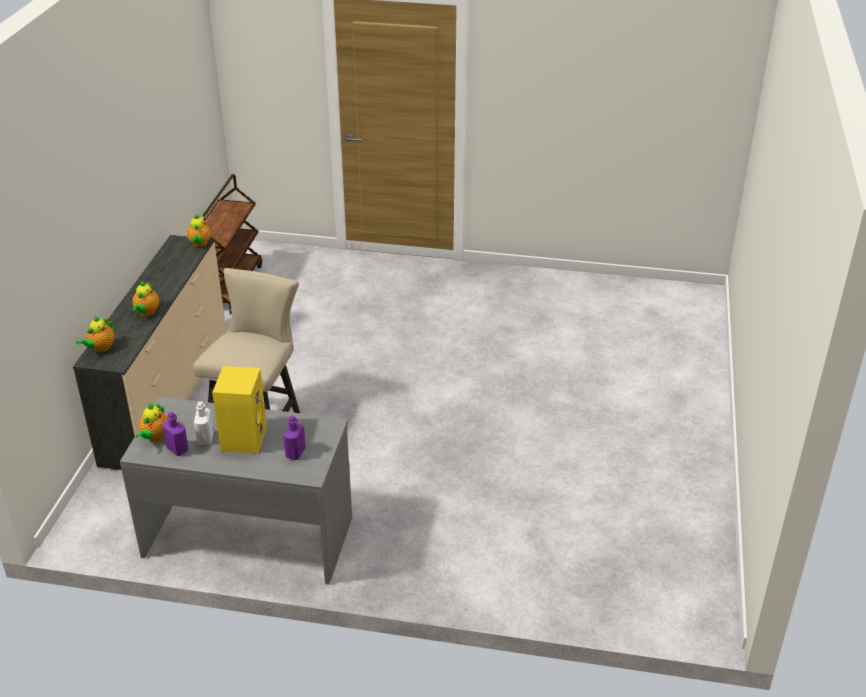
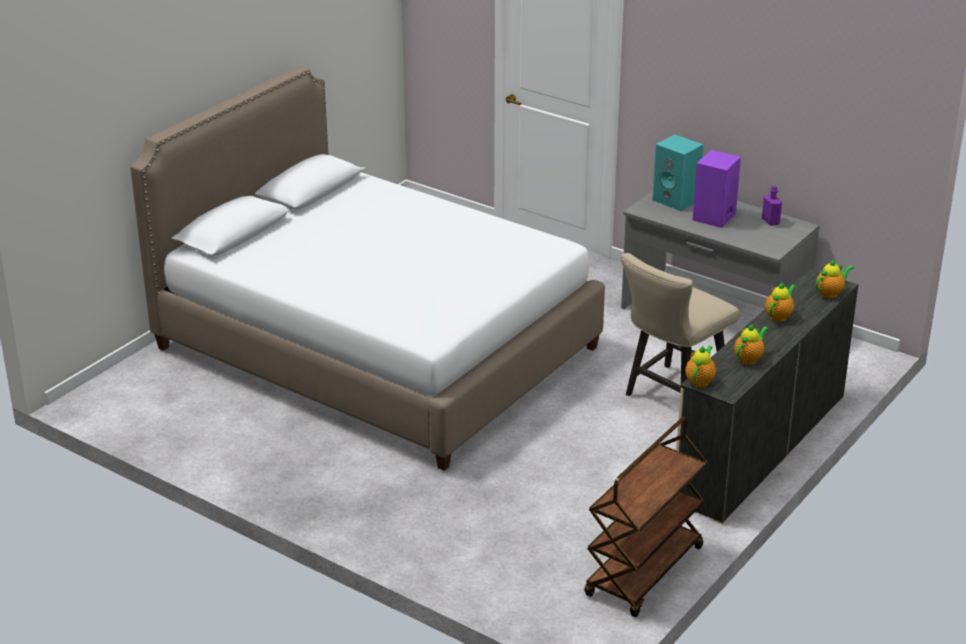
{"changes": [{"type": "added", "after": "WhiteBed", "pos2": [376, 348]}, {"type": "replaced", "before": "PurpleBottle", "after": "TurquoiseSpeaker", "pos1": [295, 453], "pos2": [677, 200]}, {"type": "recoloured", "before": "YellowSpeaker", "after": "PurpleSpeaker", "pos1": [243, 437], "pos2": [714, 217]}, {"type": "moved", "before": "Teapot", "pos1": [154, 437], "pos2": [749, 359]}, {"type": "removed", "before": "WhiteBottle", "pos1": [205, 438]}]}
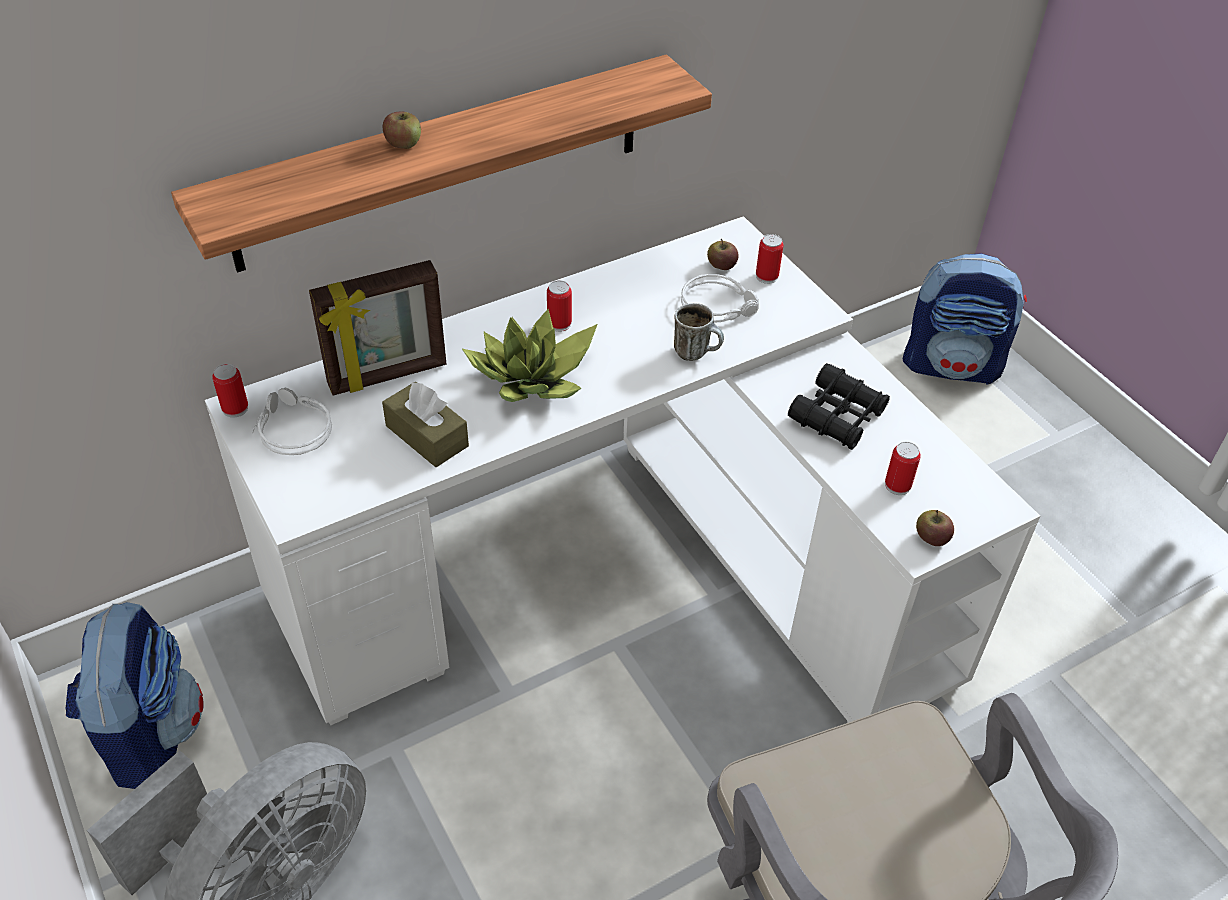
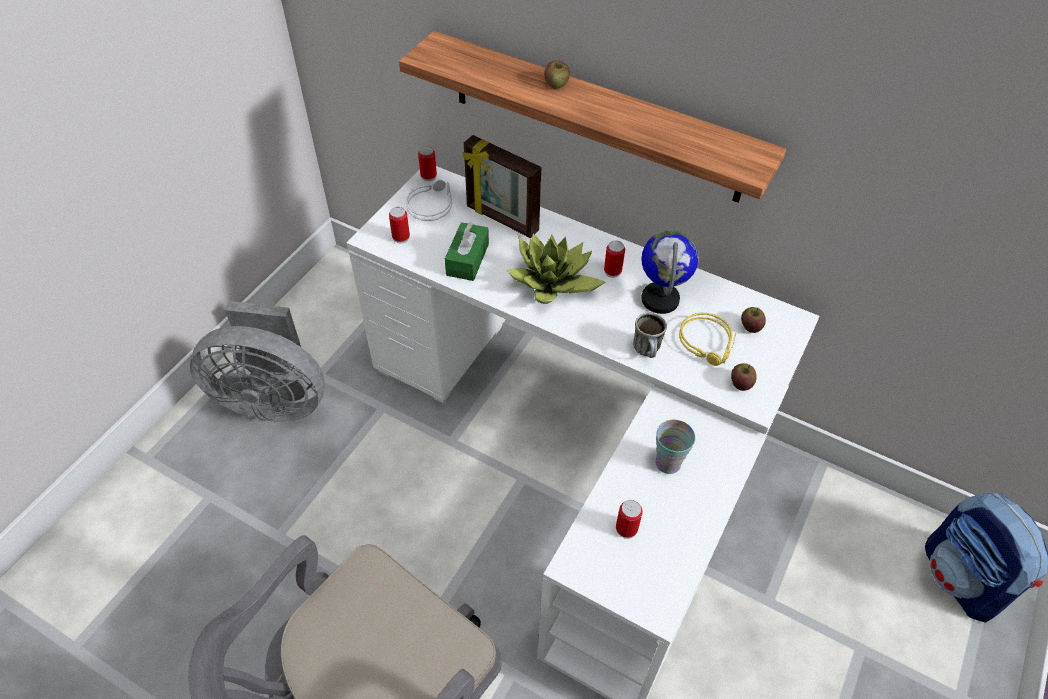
{"changes": [{"type": "moved", "before": "Can", "pos1": [766, 276], "pos2": [401, 237]}, {"type": "recoloured", "before": "BrownTissueBox", "after": "GreenTissueBox", "pos1": [427, 436], "pos2": [467, 259]}, {"type": "added", "after": "Globe", "pos2": [660, 299]}, {"type": "replaced", "before": "BlackBinoculars", "after": "Cup", "pos1": [837, 416], "pos2": [668, 463]}, {"type": "recoloured", "before": "WhiteHeadphones", "after": "YellowHeadphones", "pos1": [719, 304], "pos2": [708, 343]}, {"type": "moved", "before": "Apple", "pos1": [931, 538], "pos2": [741, 383]}, {"type": "removed", "before": "Backpack", "pos1": [149, 735]}]}
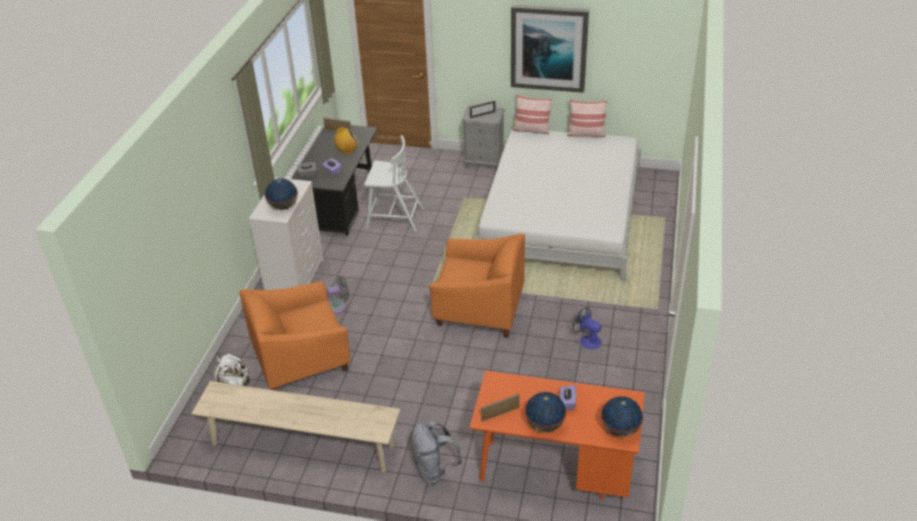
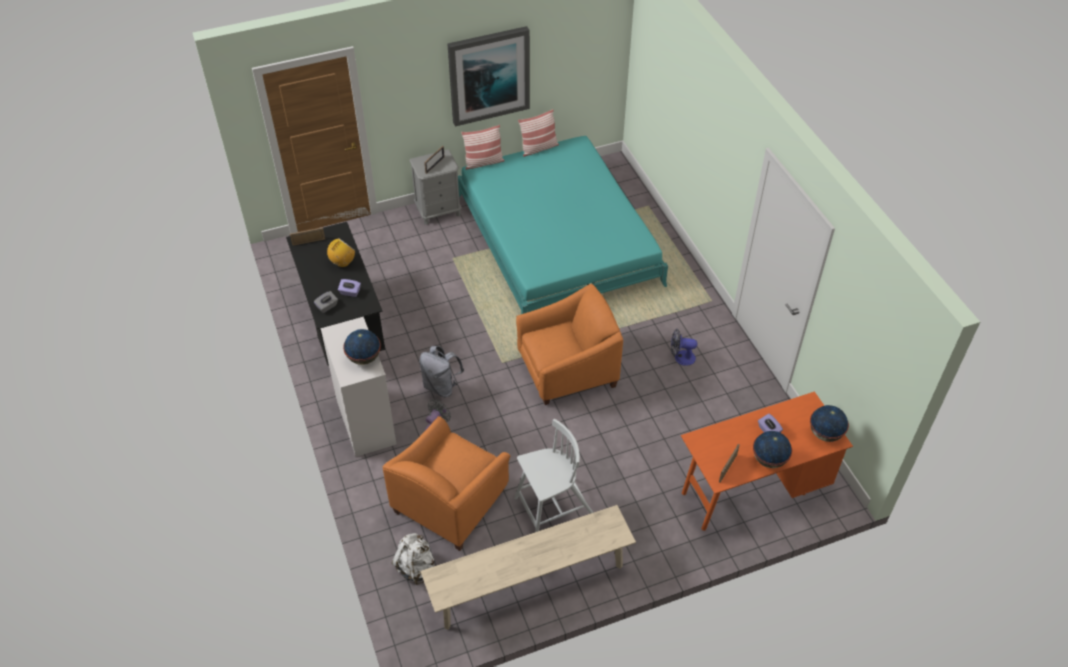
{"changes": [{"type": "moved", "before": "GreyBackpack", "pos1": [434, 470], "pos2": [441, 386]}, {"type": "recoloured", "before": "WhiteBed", "after": "TurquoiseBed", "pos1": [561, 214], "pos2": [557, 240]}, {"type": "moved", "before": "WhiteChair", "pos1": [394, 218], "pos2": [552, 507]}]}
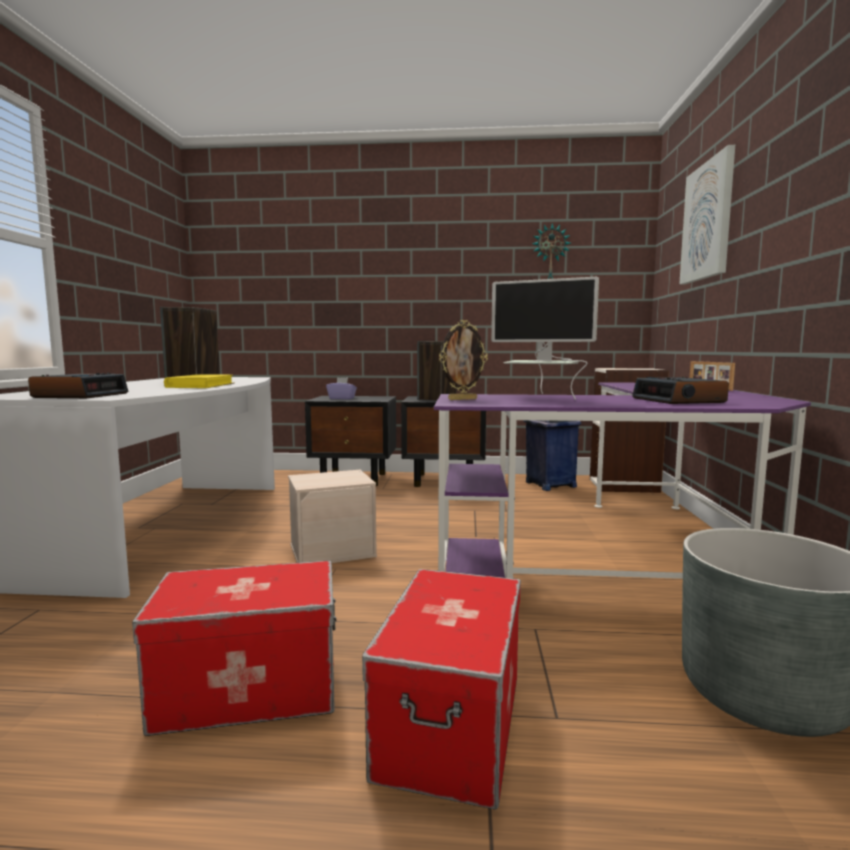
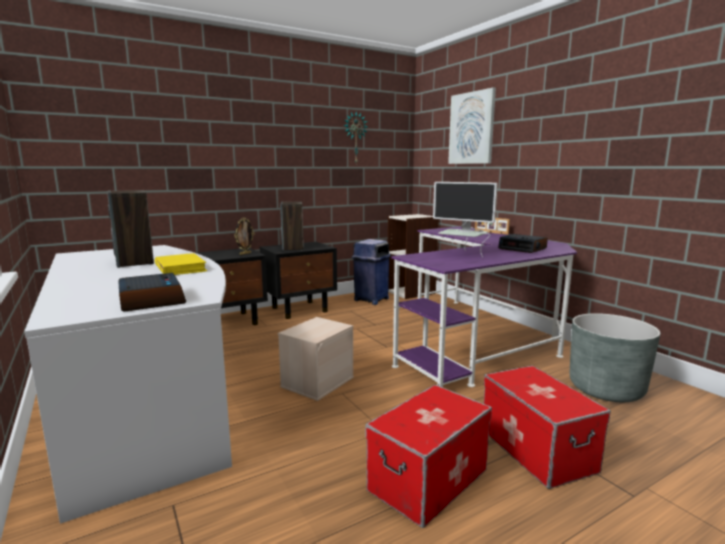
{"changes": [{"type": "moved", "before": "PictureFrame", "pos1": [462, 399], "pos2": [245, 253]}, {"type": "turned", "before": "Monitor", "pos1": [541, 398], "pos2": [462, 254], "turn": 45}, {"type": "removed", "before": "PurpleTissueBox", "pos1": [342, 398]}]}
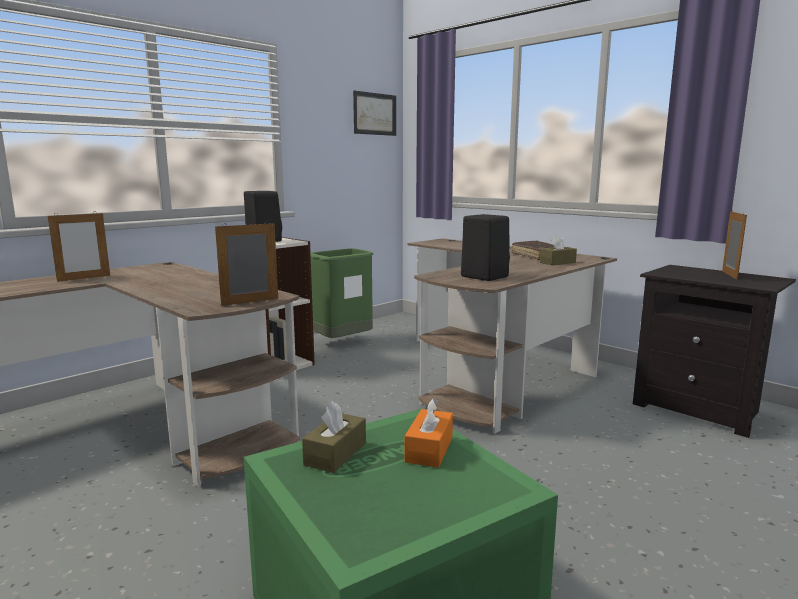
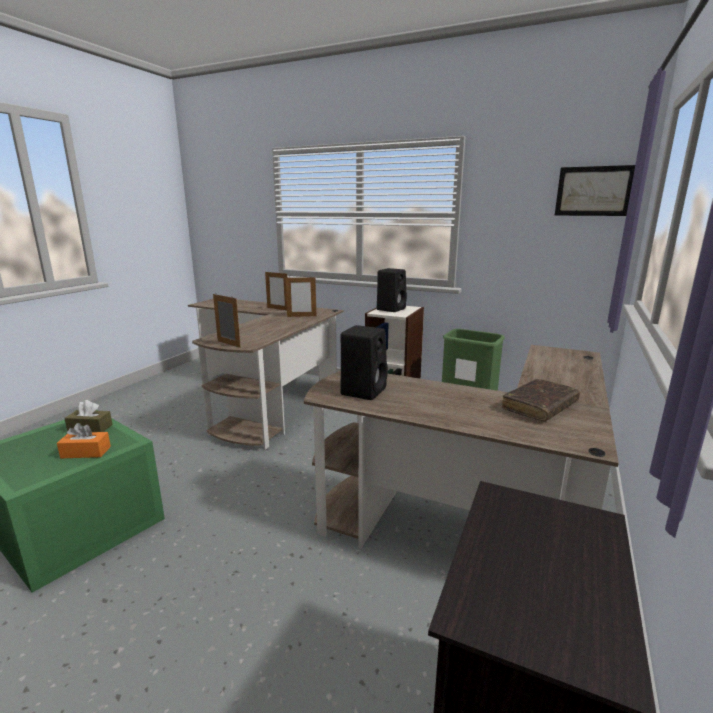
{"changes": [{"type": "moved", "before": "PictureFrame", "pos1": [729, 275], "pos2": [301, 316]}, {"type": "removed", "before": "BrownTissueBox", "pos1": [557, 262]}]}
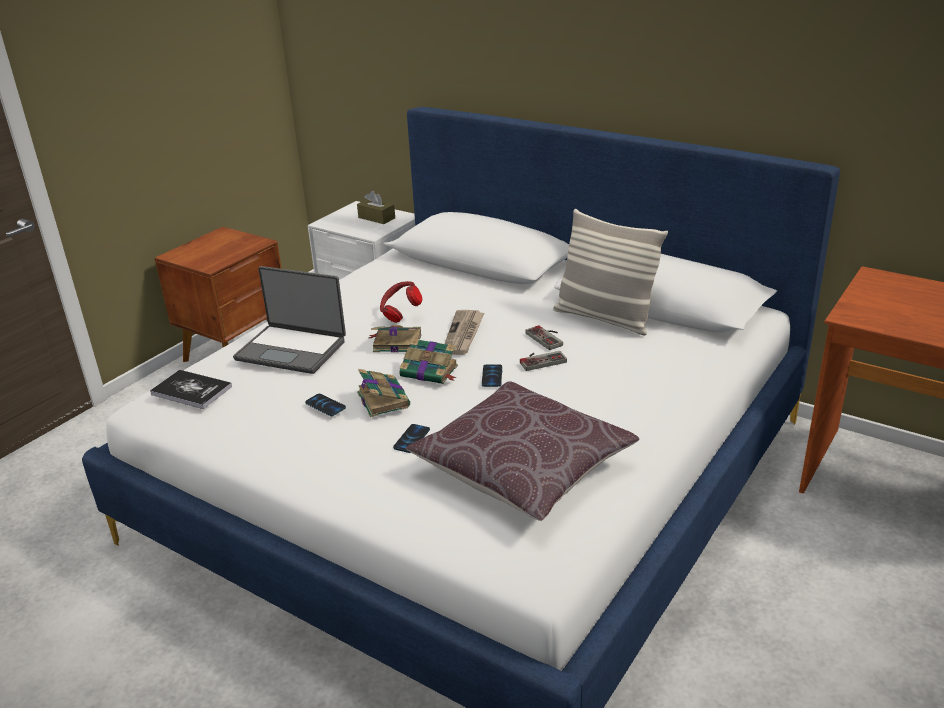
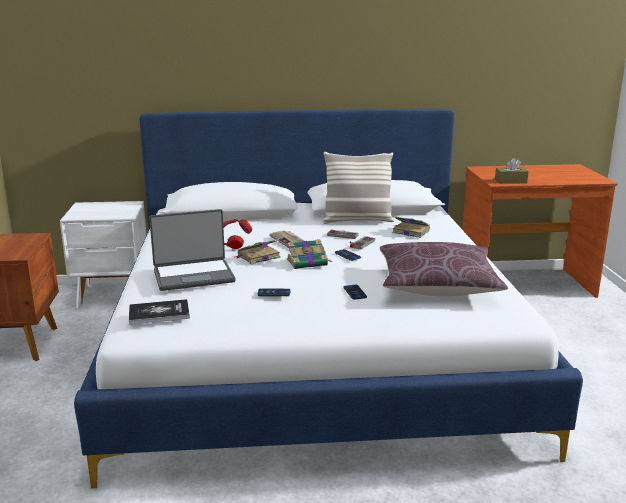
{"changes": [{"type": "moved", "before": "Book", "pos1": [383, 399], "pos2": [410, 231]}, {"type": "moved", "before": "BrownTissueBox", "pos1": [376, 218], "pos2": [510, 181]}]}
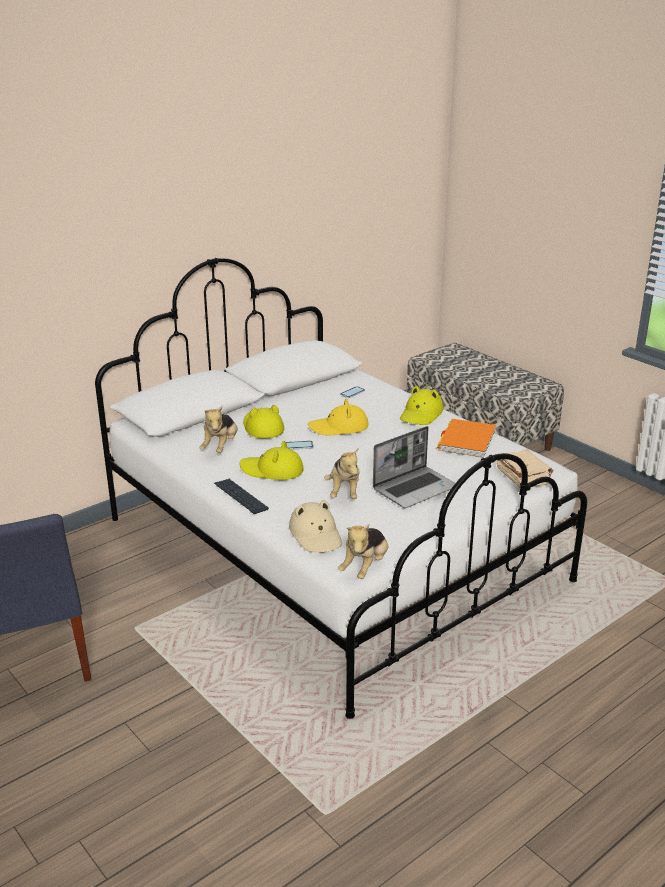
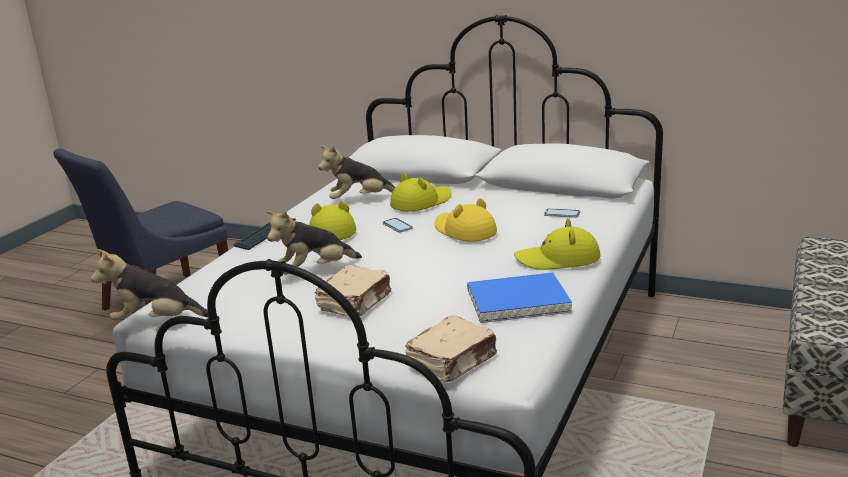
{"changes": [{"type": "replaced", "before": "Laptop", "after": "BeigeBook", "pos1": [415, 488], "pos2": [355, 303]}, {"type": "recoloured", "before": "OrangeBook", "after": "BlueBook", "pos1": [466, 441], "pos2": [517, 302]}, {"type": "removed", "before": "BeigeHat", "pos1": [316, 535]}]}
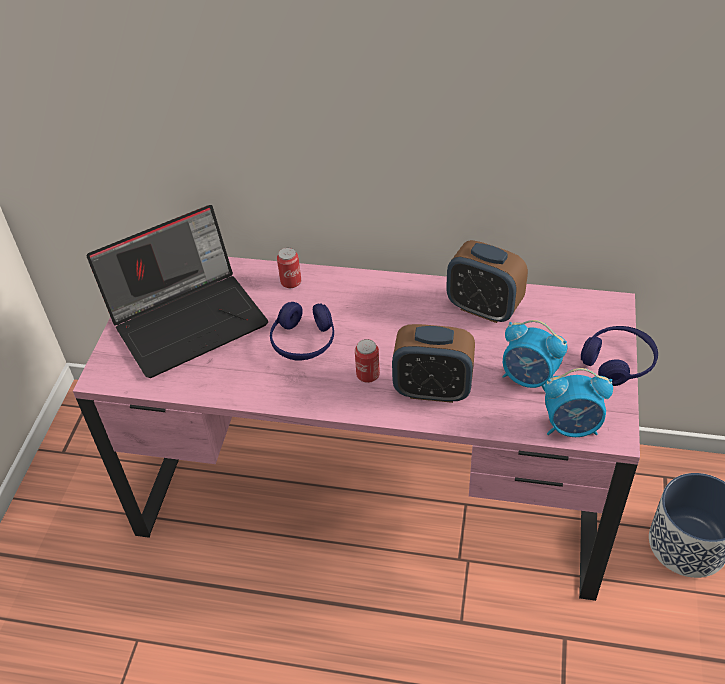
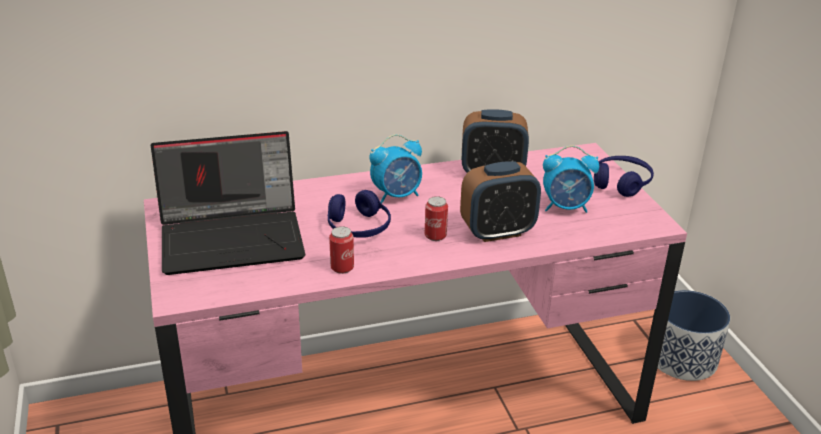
{"changes": [{"type": "turned", "before": "Laptop", "pos1": [189, 319], "pos2": [234, 237], "turn": 45}, {"type": "moved", "before": "Can", "pos1": [291, 282], "pos2": [342, 268]}, {"type": "moved", "before": "AlarmClock", "pos1": [572, 427], "pos2": [397, 196]}]}
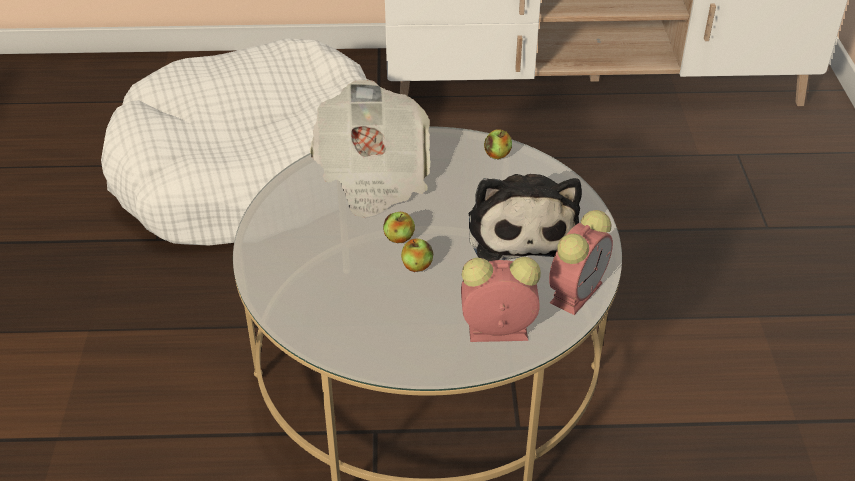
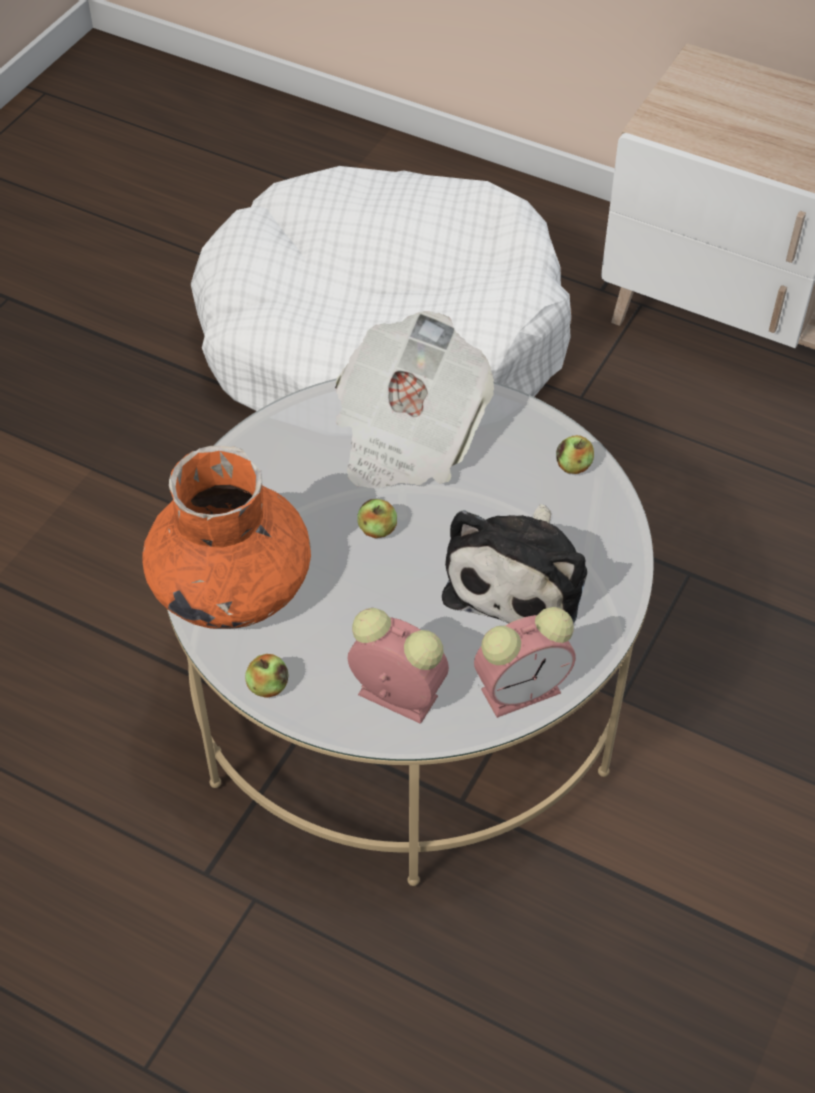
{"changes": [{"type": "added", "after": "OrangeVase", "pos2": [230, 585]}, {"type": "moved", "before": "Apple", "pos1": [417, 266], "pos2": [268, 686]}]}
